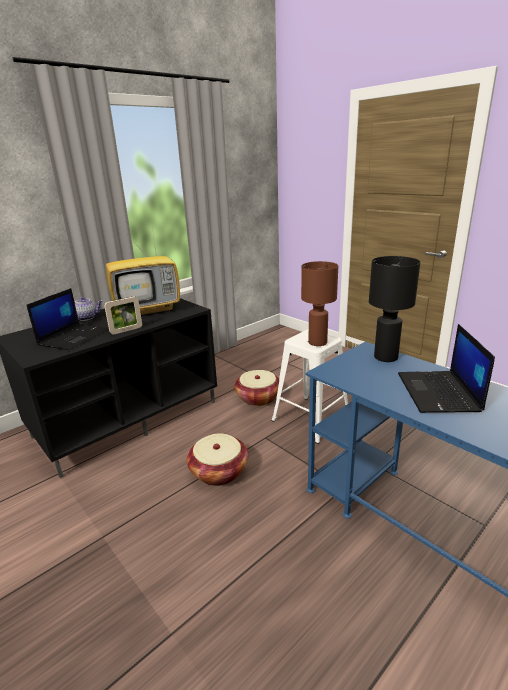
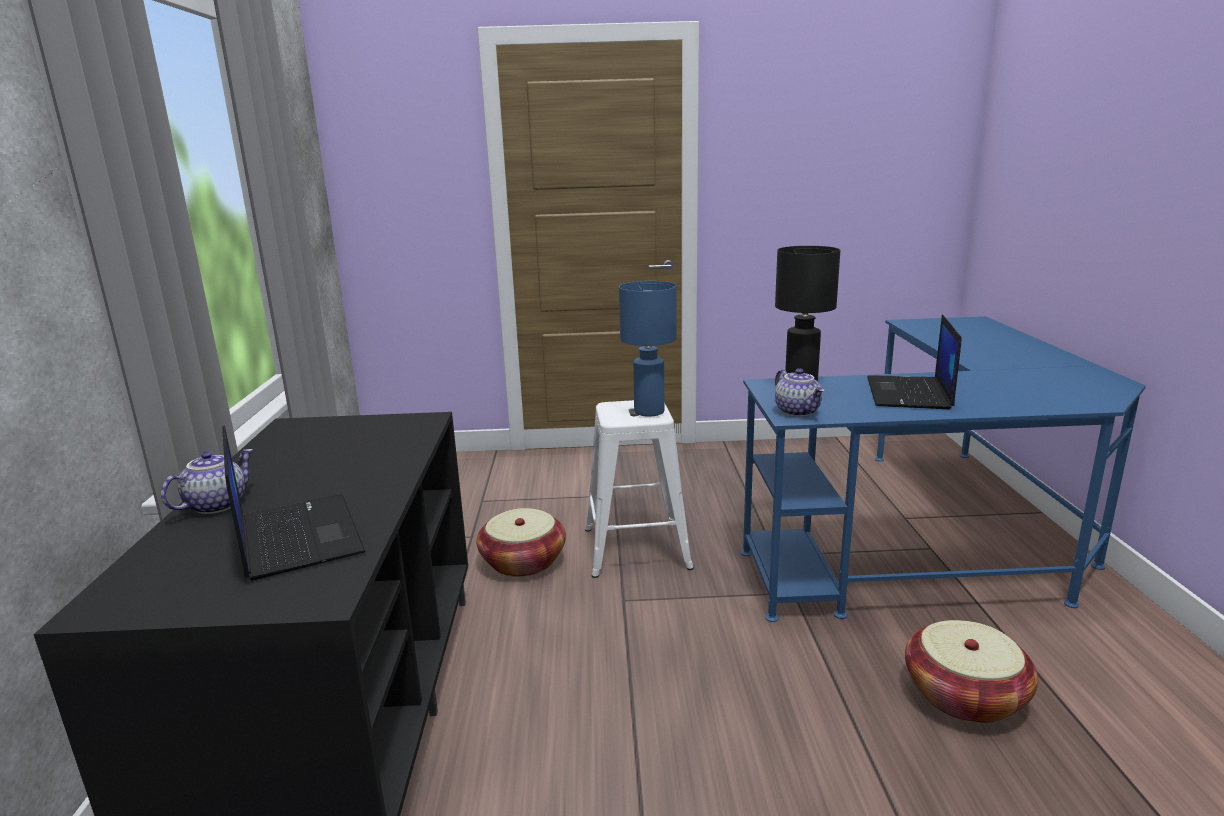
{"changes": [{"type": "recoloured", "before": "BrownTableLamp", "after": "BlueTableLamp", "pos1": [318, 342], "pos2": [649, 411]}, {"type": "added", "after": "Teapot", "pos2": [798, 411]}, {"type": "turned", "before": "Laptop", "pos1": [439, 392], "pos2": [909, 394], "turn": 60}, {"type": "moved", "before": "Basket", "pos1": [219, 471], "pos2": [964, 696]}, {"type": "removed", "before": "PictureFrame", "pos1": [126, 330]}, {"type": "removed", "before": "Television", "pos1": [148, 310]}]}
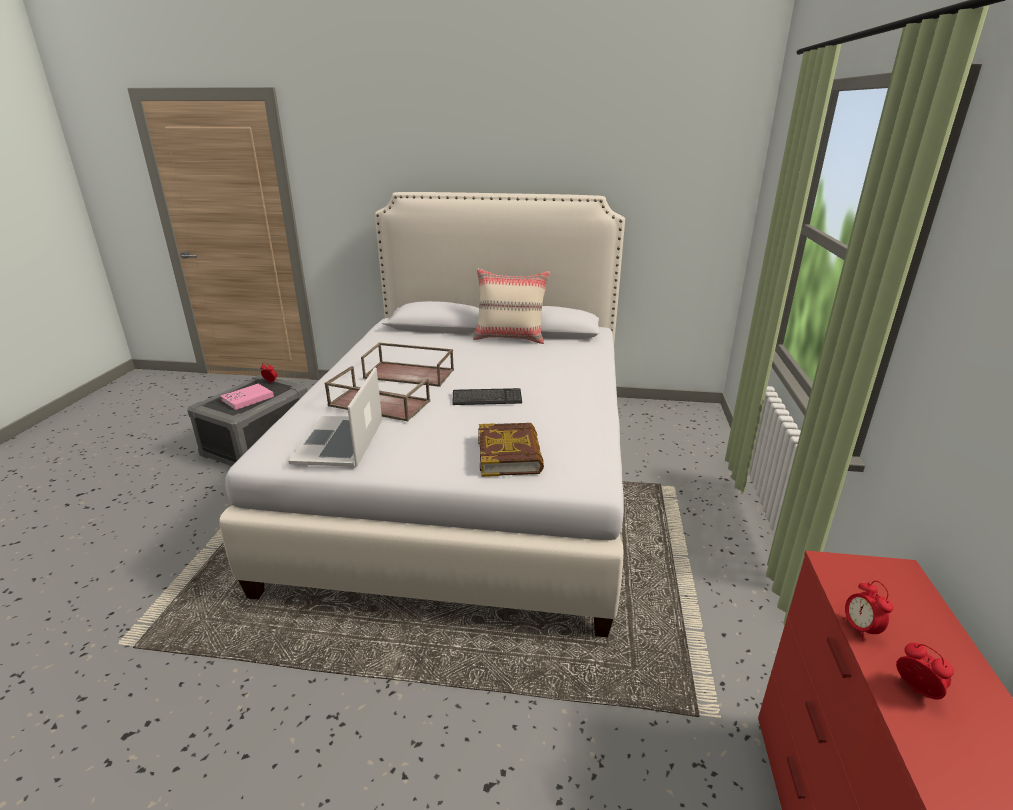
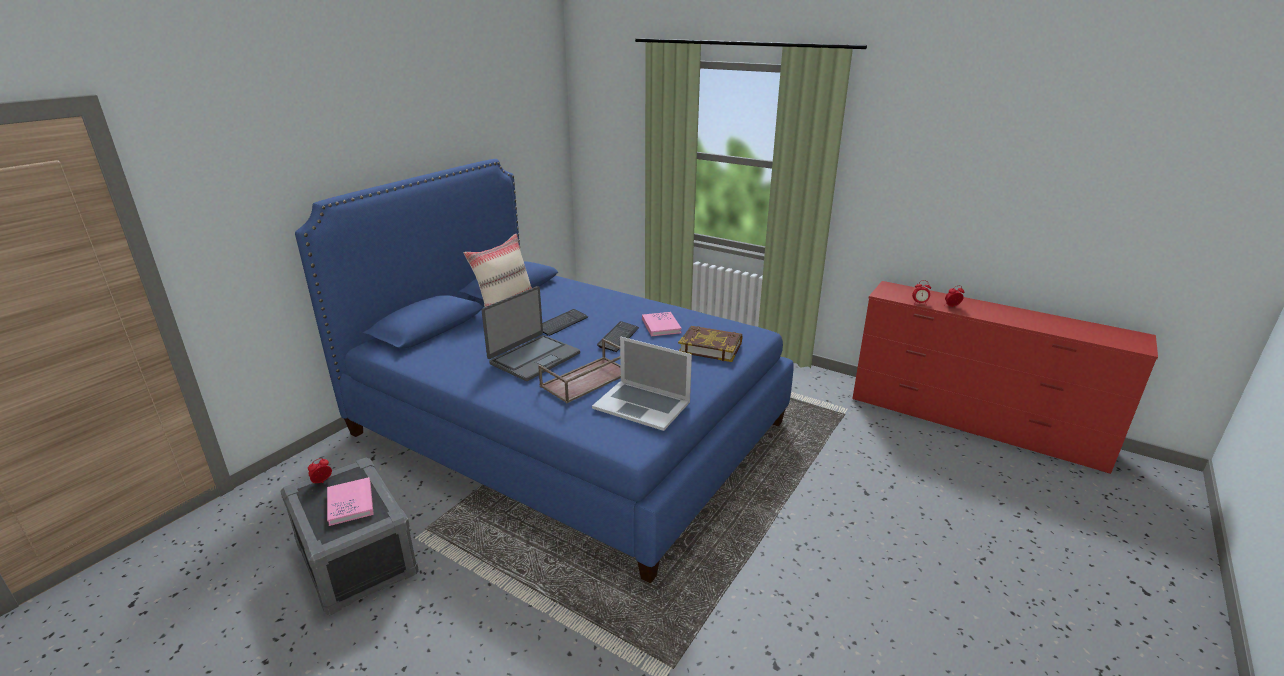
{"changes": [{"type": "recoloured", "before": "WhiteBed", "after": "BlueBed", "pos1": [469, 474], "pos2": [566, 428]}, {"type": "replaced", "before": "BrownTray", "after": "Laptop", "pos1": [410, 373], "pos2": [534, 358]}, {"type": "added", "after": "Keyboard", "pos2": [562, 323]}, {"type": "added", "after": "PinkBook", "pos2": [661, 326]}]}
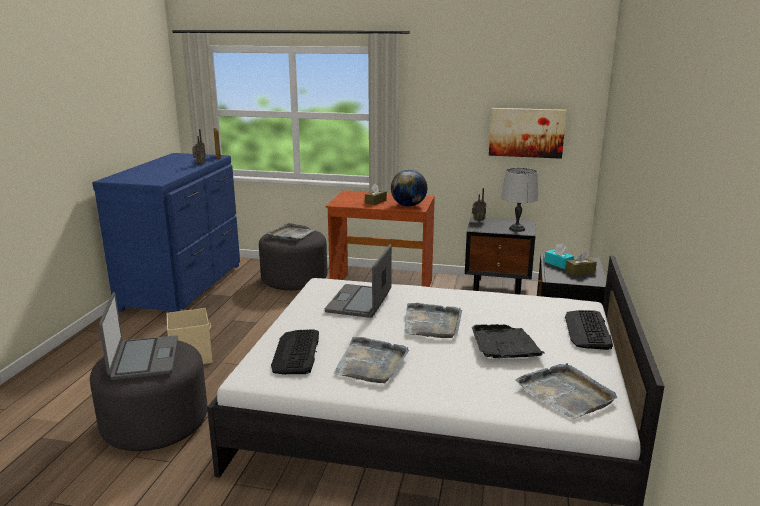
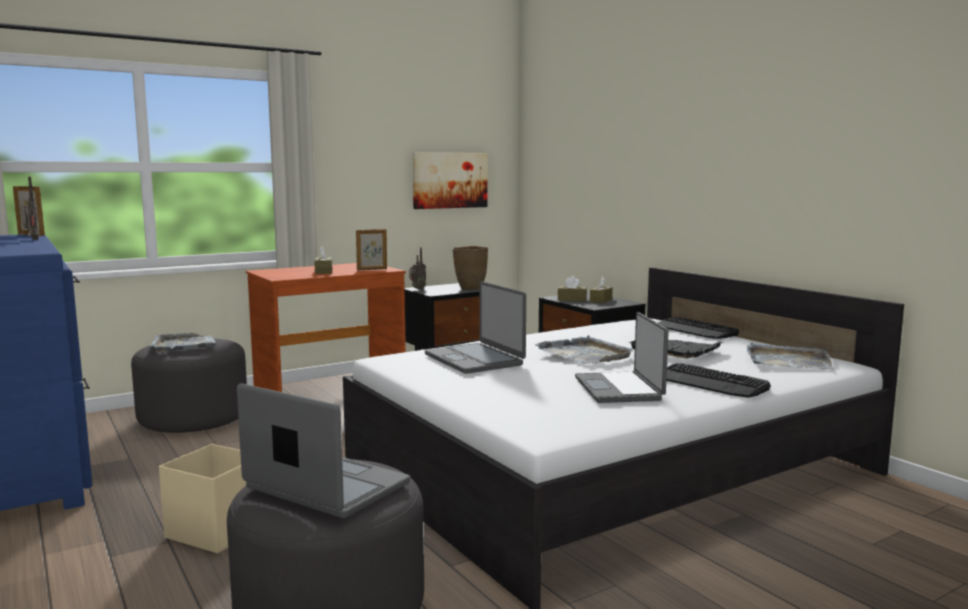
{"changes": [{"type": "replaced", "before": "Globe", "after": "PictureFrame", "pos1": [408, 205], "pos2": [372, 269]}, {"type": "replaced", "before": "GreyTableLamp", "after": "BrownVase", "pos1": [516, 229], "pos2": [470, 288]}, {"type": "recoloured", "before": "TurquoiseTissueBox", "after": "BrownTissueBox", "pos1": [558, 264], "pos2": [572, 299]}, {"type": "replaced", "before": "GreyTray", "after": "Laptop", "pos1": [371, 363], "pos2": [620, 389]}, {"type": "moved", "before": "Keyboard", "pos1": [296, 352], "pos2": [710, 382]}]}
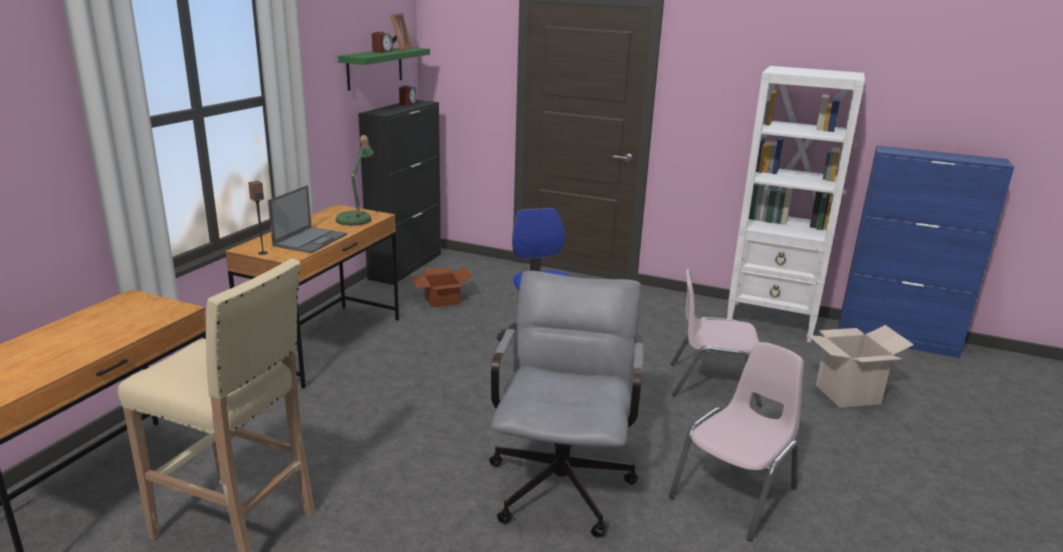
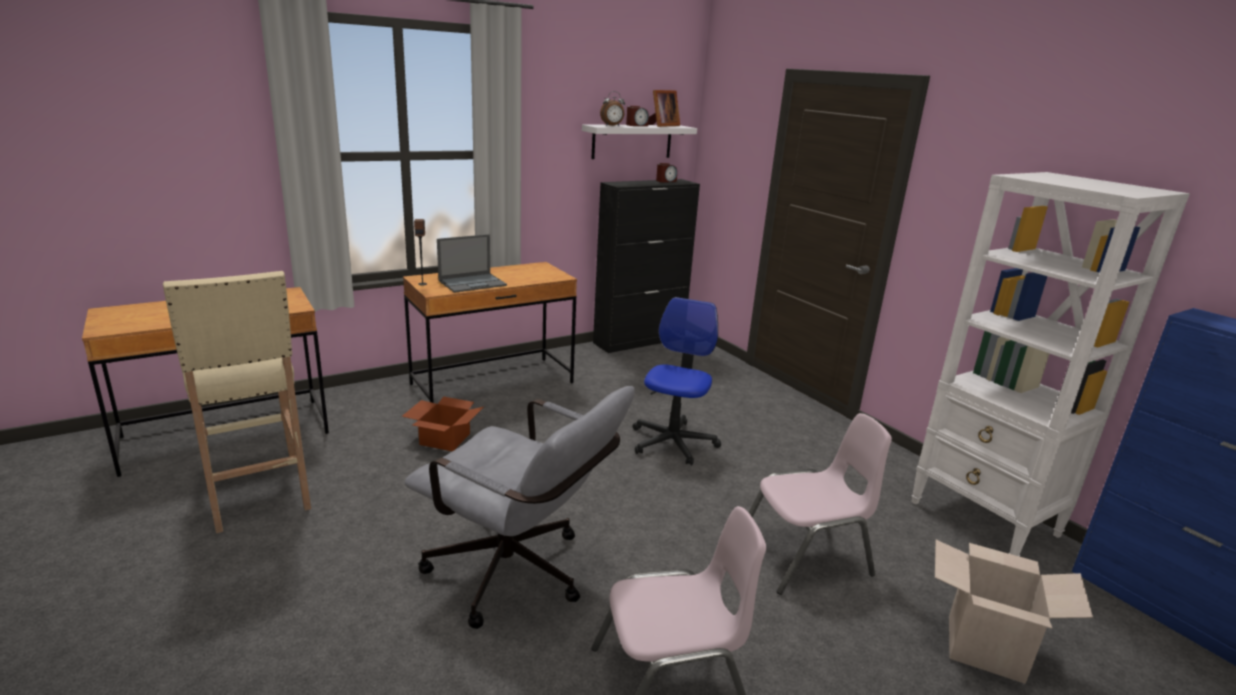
{"changes": [{"type": "moved", "before": "CardboardBox", "pos1": [441, 299], "pos2": [444, 438]}, {"type": "turned", "before": "GreyOfficeChair", "pos1": [562, 479], "pos2": [519, 576], "turn": 75}, {"type": "recoloured", "before": "GreenShelf", "after": "WhiteShelf", "pos1": [375, 68], "pos2": [632, 141]}, {"type": "added", "after": "AlarmClock", "pos2": [612, 126]}, {"type": "turned", "before": "PinkChair", "pos1": [712, 384], "pos2": [805, 556], "turn": 120}, {"type": "removed", "before": "TableLamp", "pos1": [356, 218]}]}
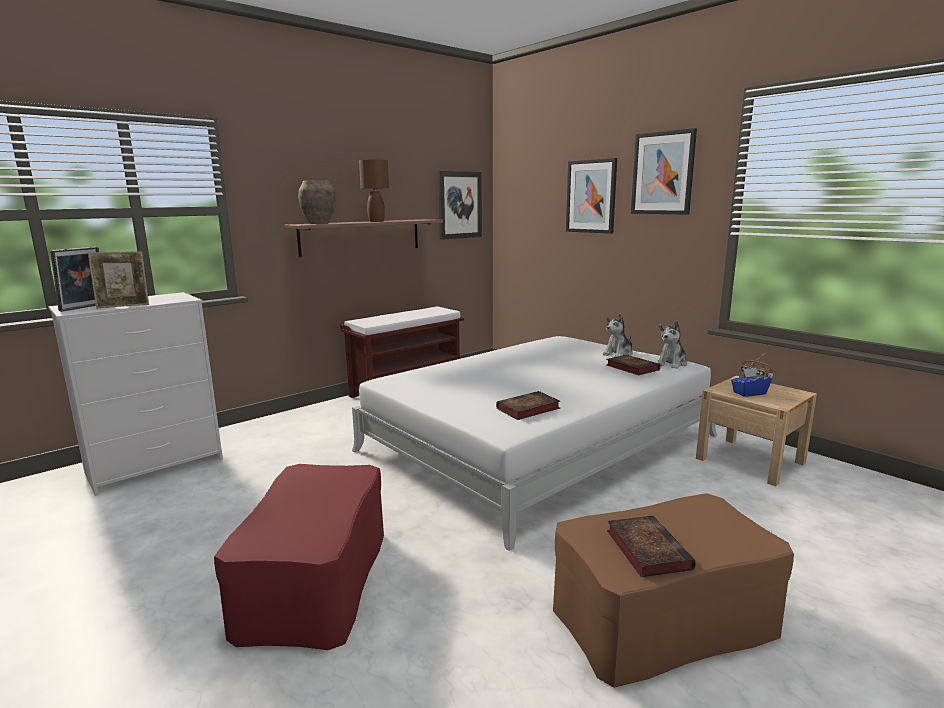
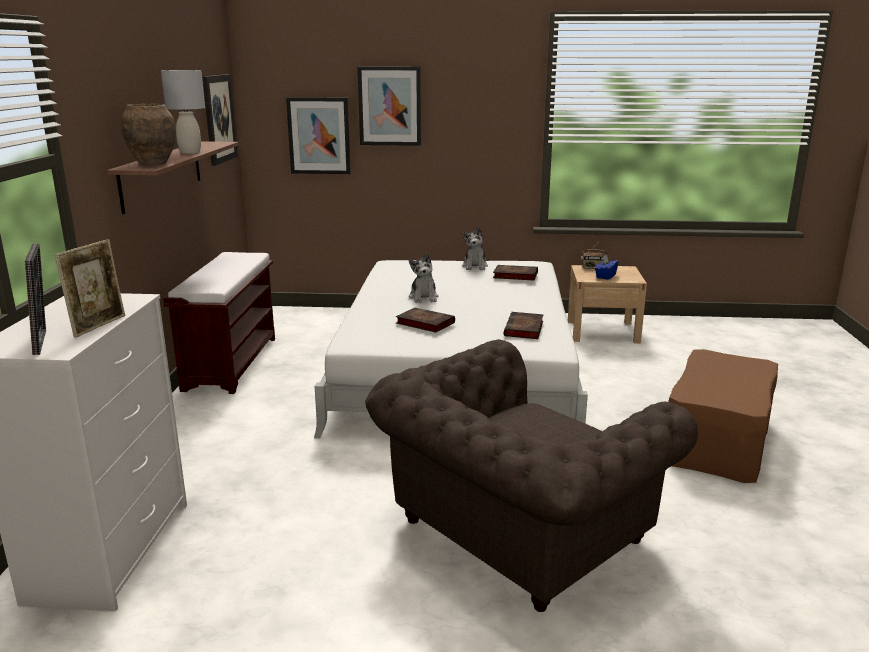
{"changes": [{"type": "recoloured", "before": "BrownTableLamp", "after": "GreyTableLamp", "pos1": [376, 221], "pos2": [190, 152]}, {"type": "moved", "before": "Picture", "pos1": [663, 173], "pos2": [319, 135]}, {"type": "replaced", "before": "RedOttoman", "after": "BrownArmchair", "pos1": [315, 581], "pos2": [514, 534]}, {"type": "moved", "before": "Book", "pos1": [646, 549], "pos2": [423, 323]}, {"type": "moved", "before": "PlushToy", "pos1": [671, 364], "pos2": [423, 297]}]}
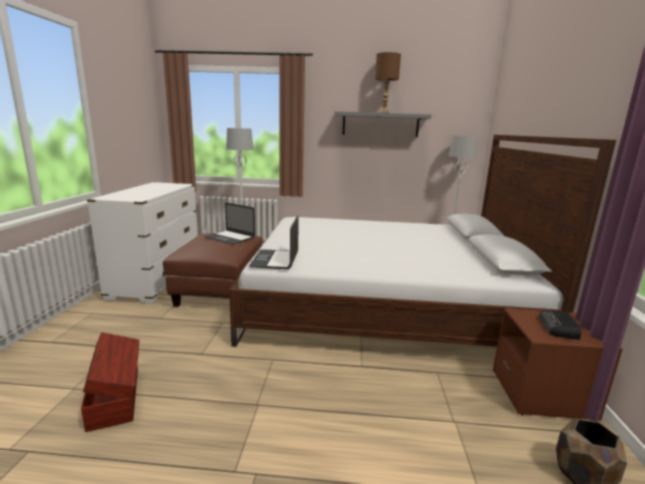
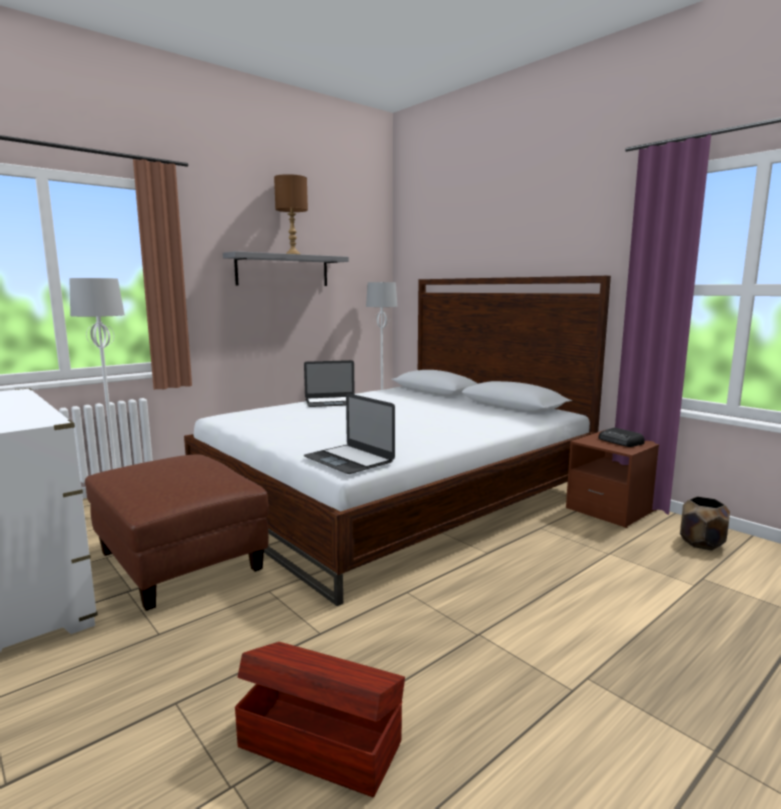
{"changes": [{"type": "moved", "before": "Laptop", "pos1": [230, 237], "pos2": [332, 402]}]}
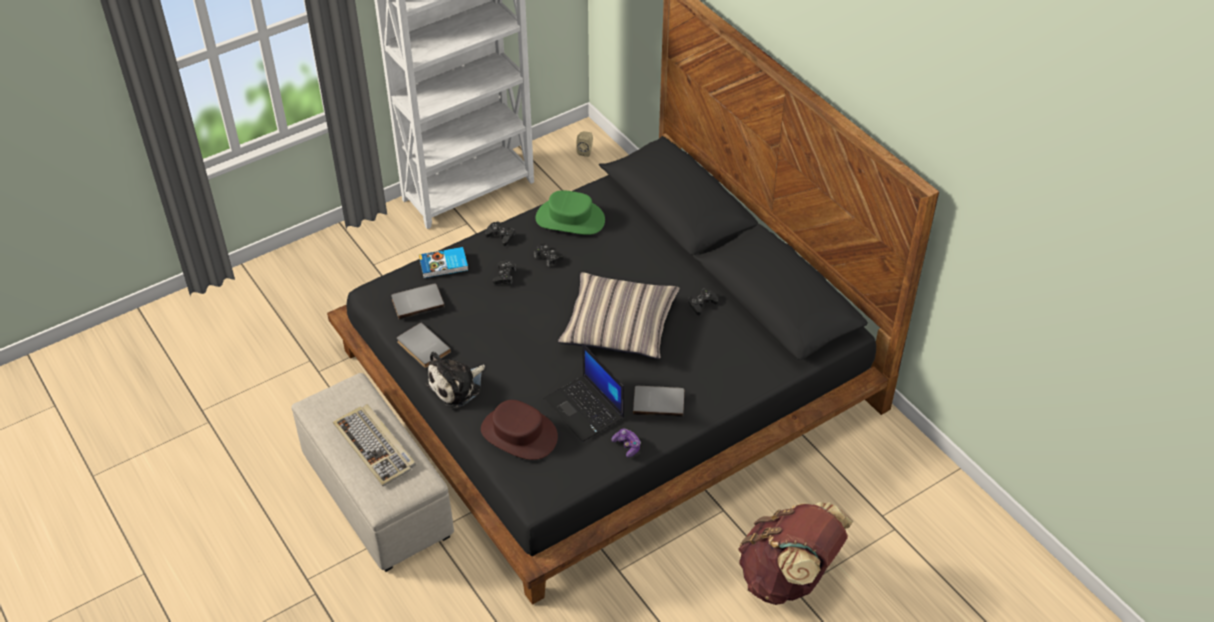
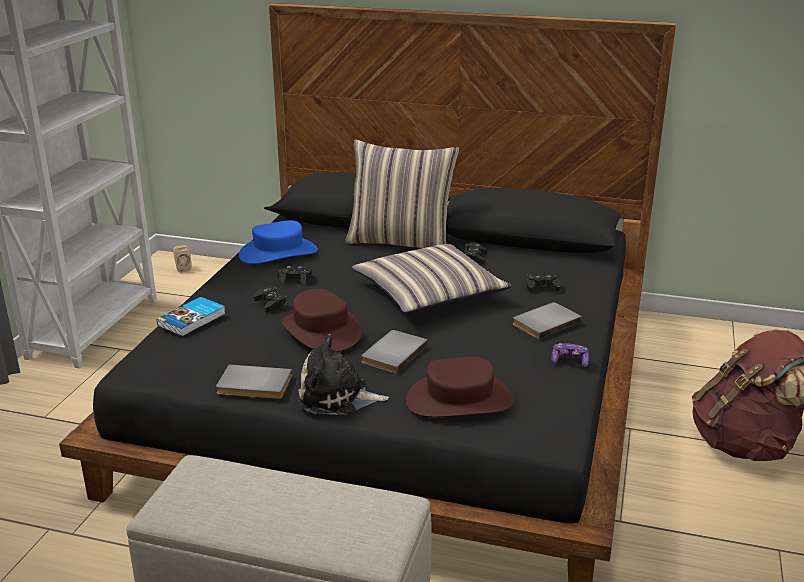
{"changes": [{"type": "recoloured", "before": "GreenHat", "after": "BlueHat", "pos1": [570, 219], "pos2": [278, 253]}, {"type": "added", "after": "BrownHat", "pos2": [321, 330]}, {"type": "turned", "before": "PlushToy", "pos1": [457, 386], "pos2": [337, 397], "turn": 90}, {"type": "added", "after": "Pillow", "pos2": [401, 241]}, {"type": "moved", "before": "GreyBook", "pos1": [417, 302], "pos2": [392, 353]}, {"type": "moved", "before": "BlackGameController", "pos1": [500, 236], "pos2": [542, 287]}, {"type": "removed", "before": "Keyboard", "pos1": [375, 446]}, {"type": "removed", "before": "Laptop", "pos1": [585, 409]}]}
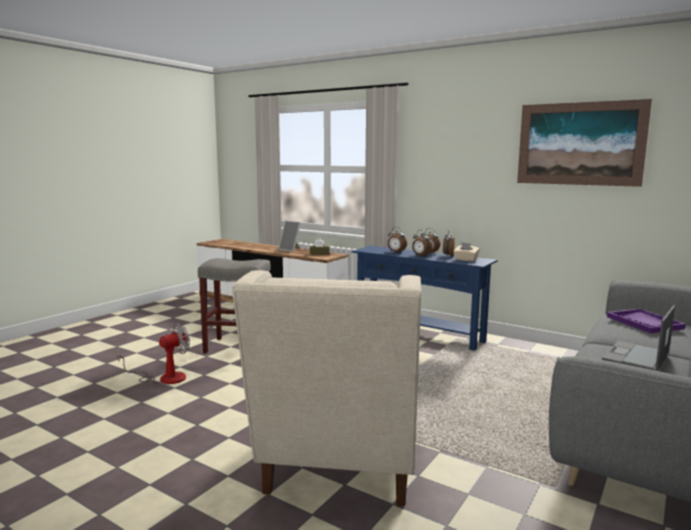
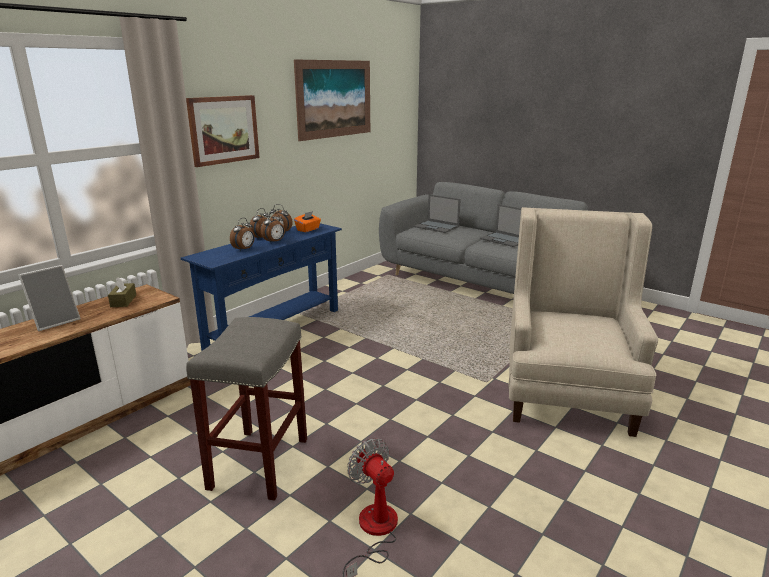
{"changes": [{"type": "added", "after": "Picture", "pos2": [223, 130]}, {"type": "recoloured", "before": "BeigeTissueBox", "after": "OrangeTissueBox", "pos1": [465, 260], "pos2": [308, 229]}, {"type": "replaced", "before": "PurpleTray", "after": "Laptop", "pos1": [644, 323], "pos2": [437, 227]}, {"type": "turned", "before": "BeigeArmchair", "pos1": [340, 468], "pos2": [566, 389], "turn": -90}]}
